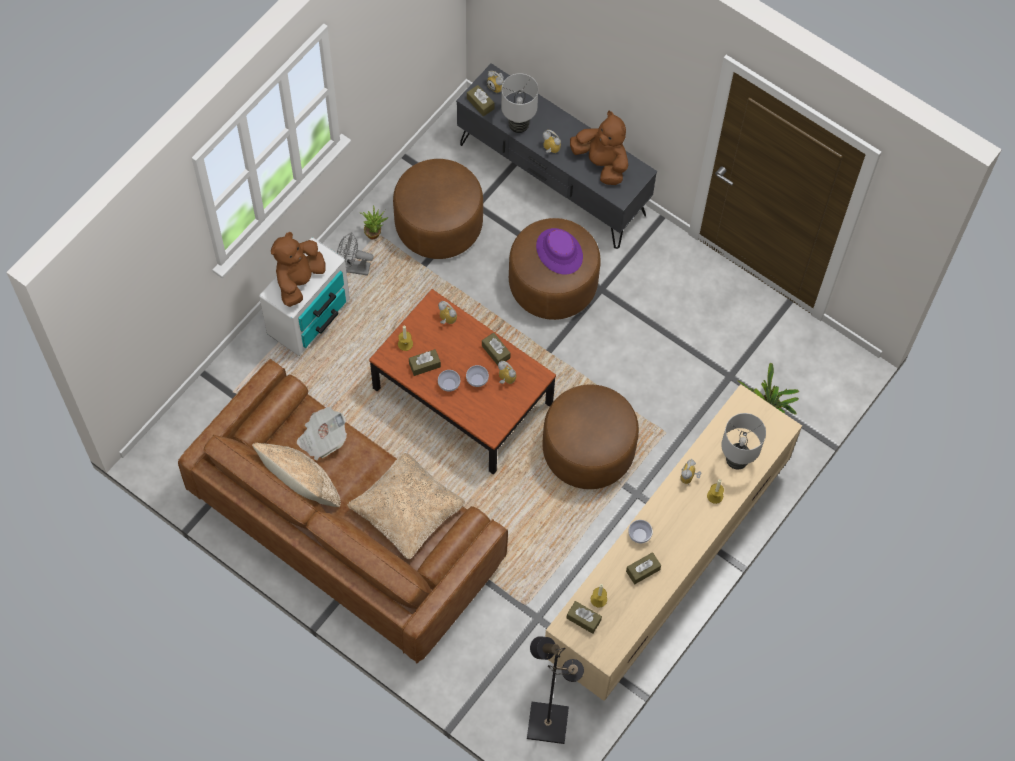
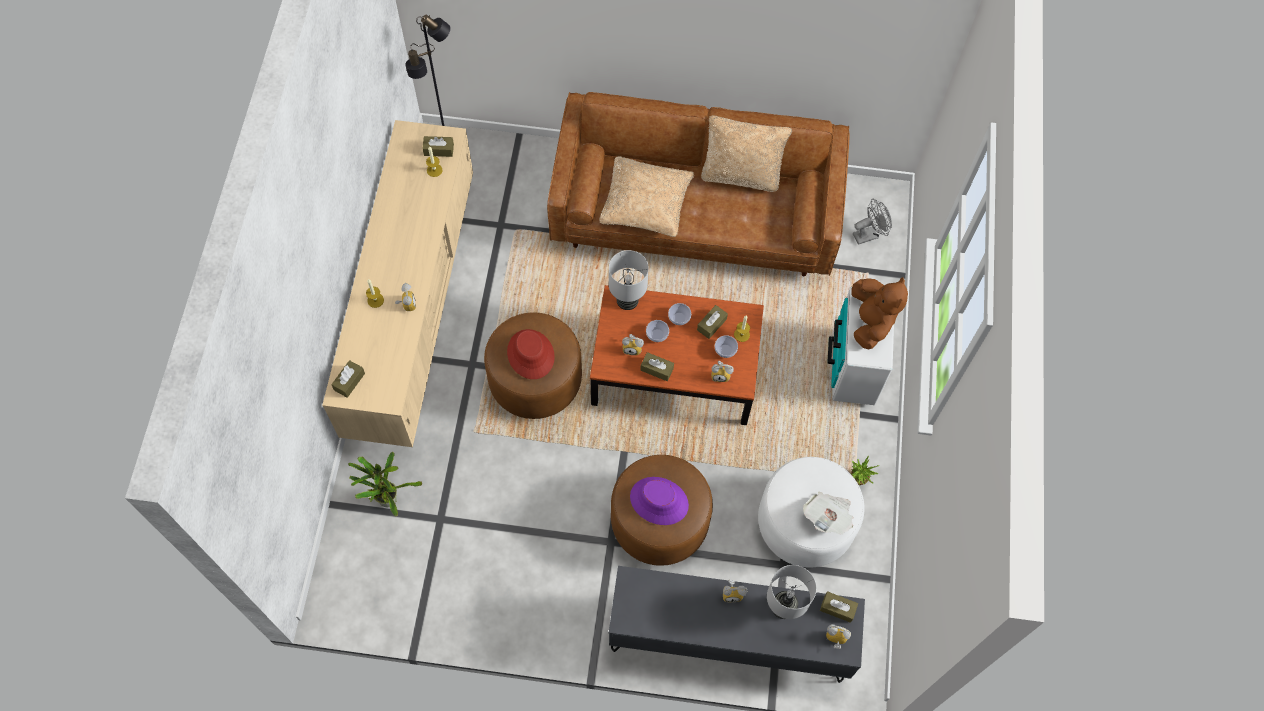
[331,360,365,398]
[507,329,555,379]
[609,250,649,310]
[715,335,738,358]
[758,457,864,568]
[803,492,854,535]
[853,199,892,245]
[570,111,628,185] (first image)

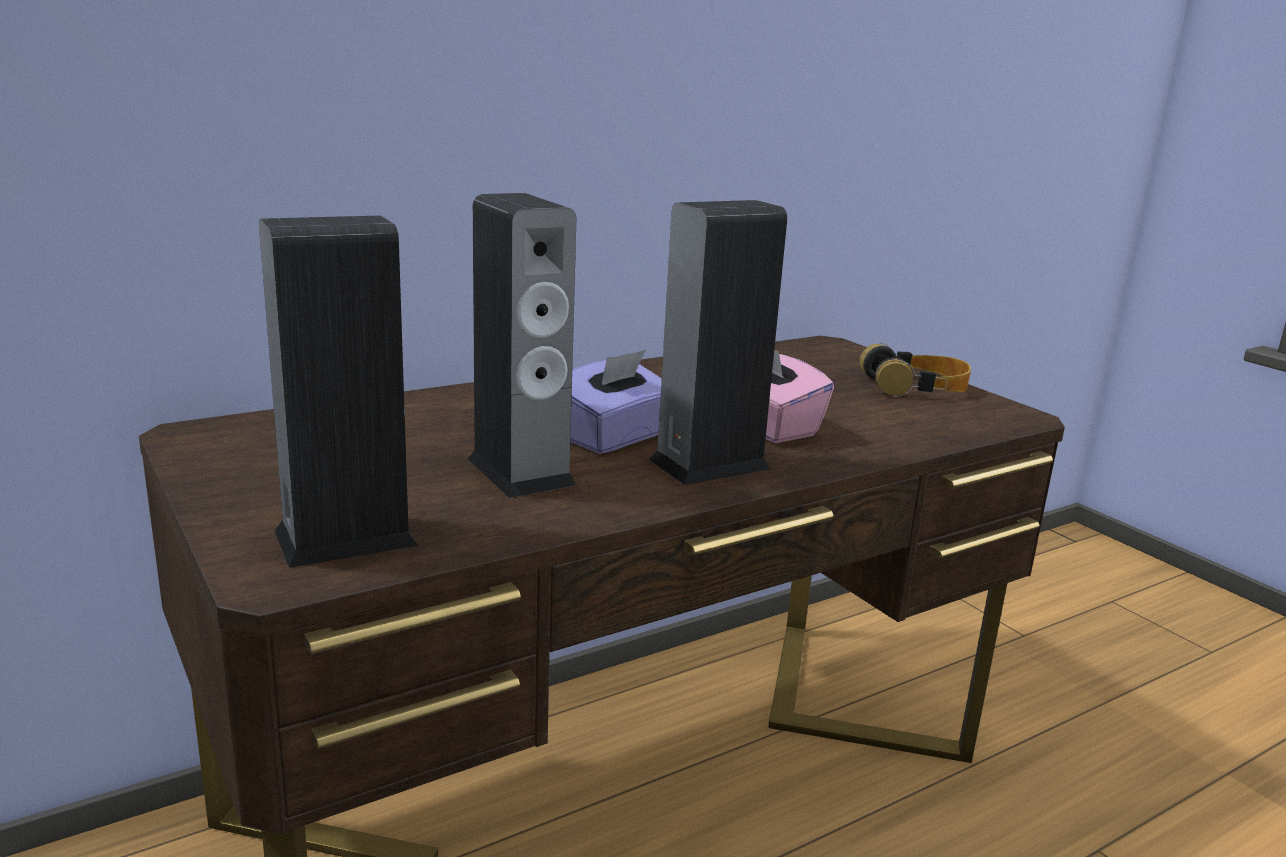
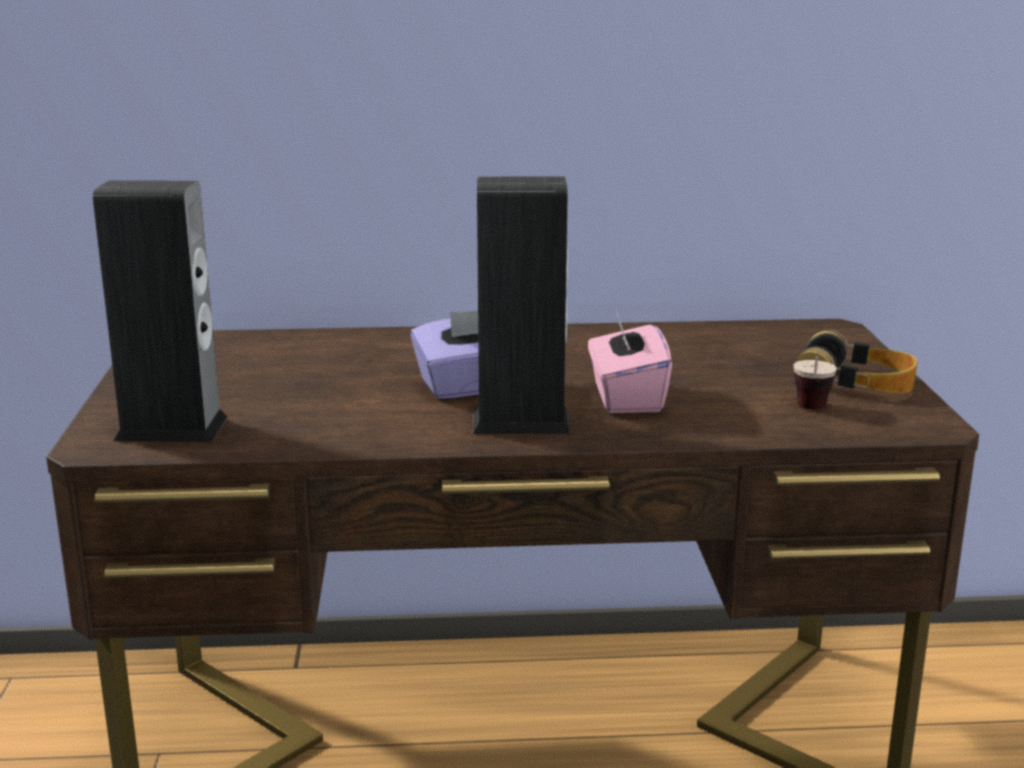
[794,356,837,410]
[468,193,576,498] (first image)

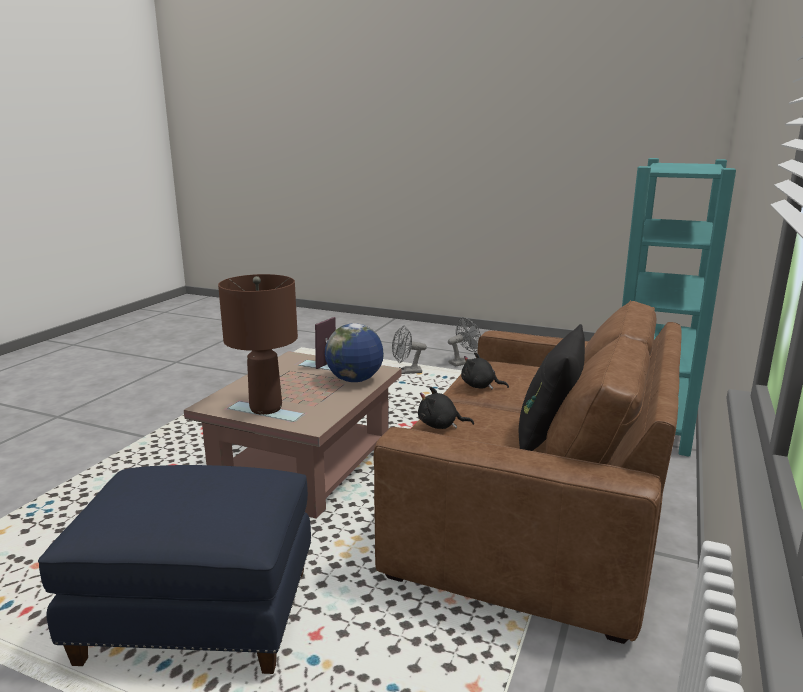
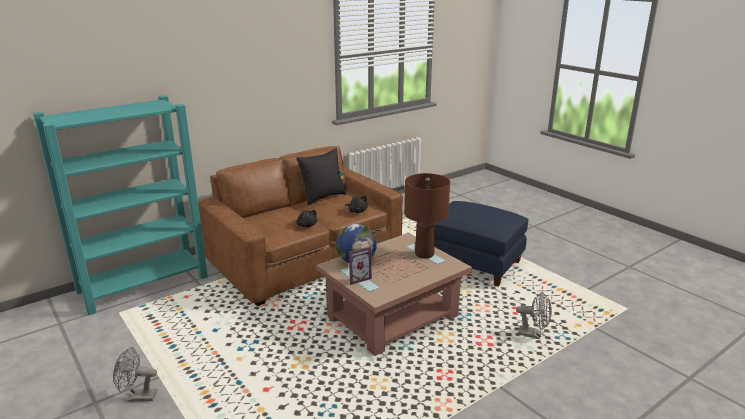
[516,292,552,339]

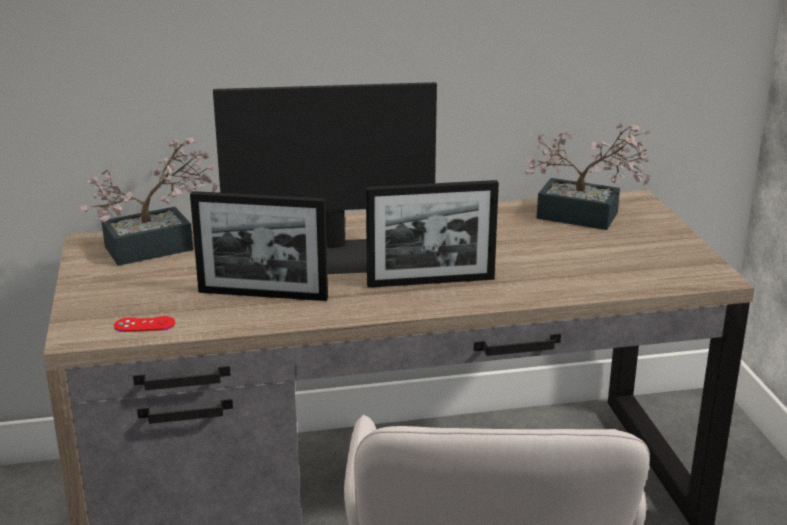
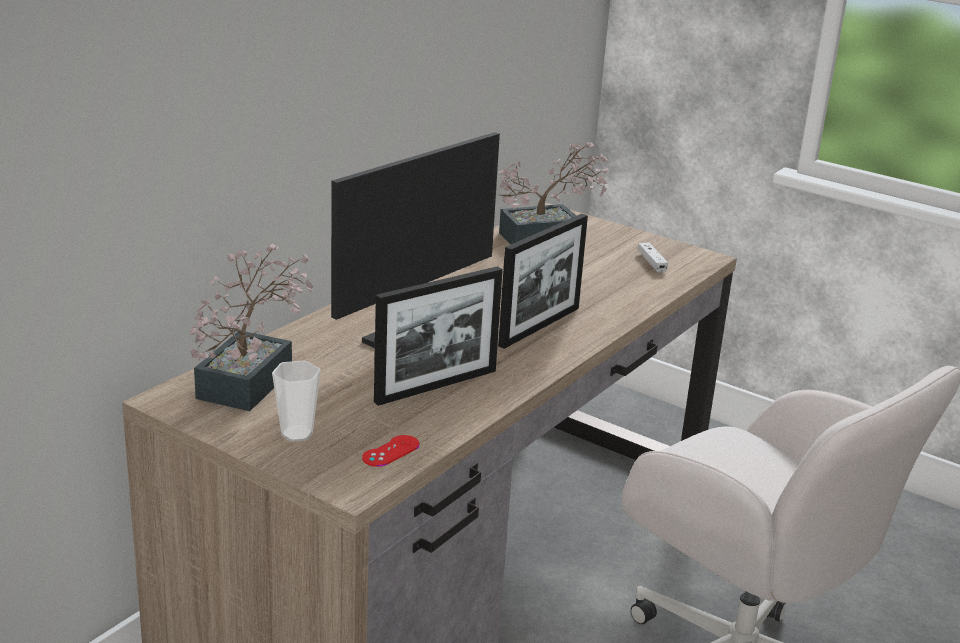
[272,360,321,442]
[638,243,668,273]

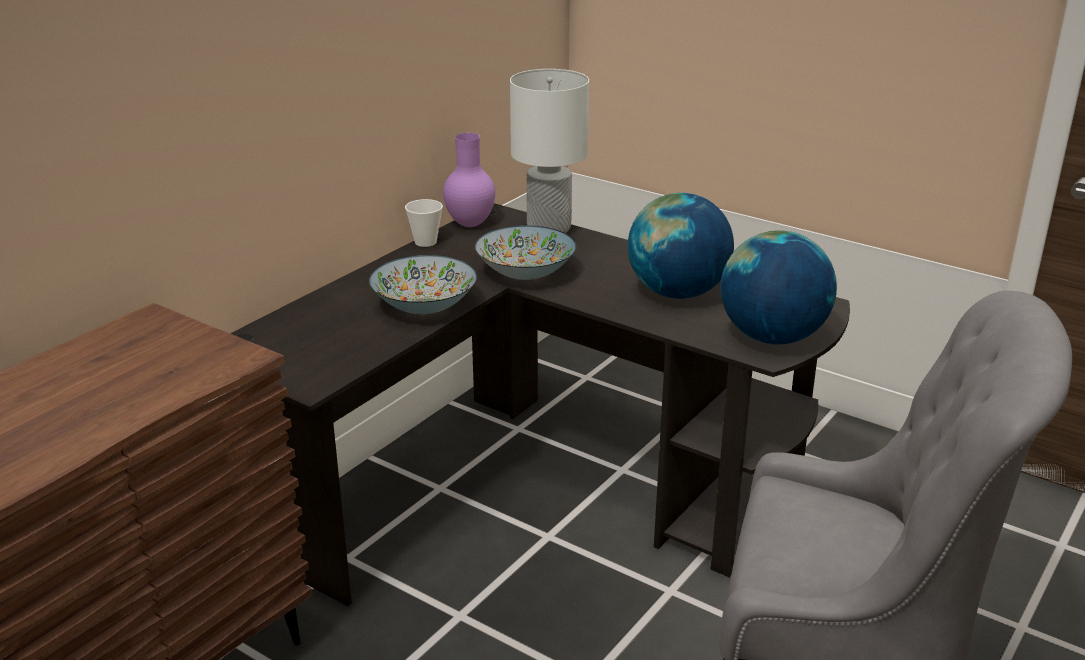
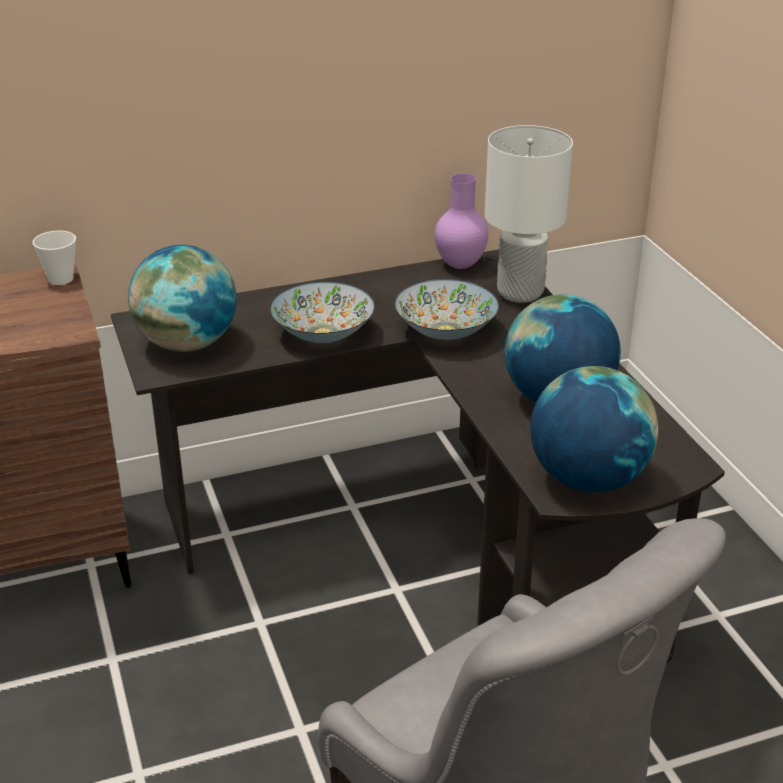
[32,230,76,285]
[128,245,237,352]

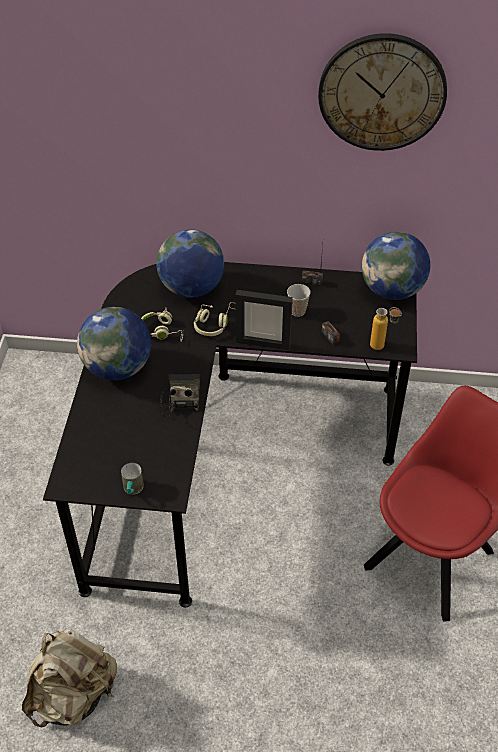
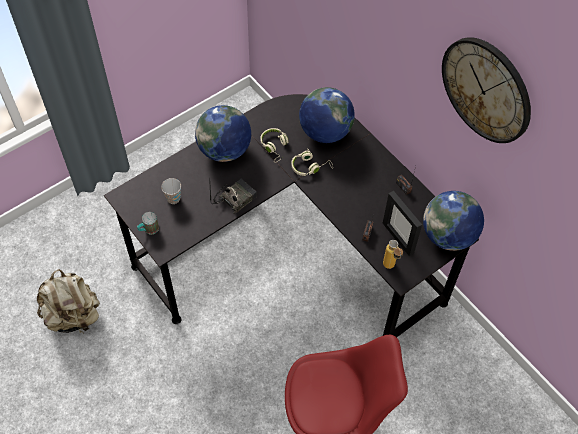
[161,178,181,204]
[383,191,422,256]

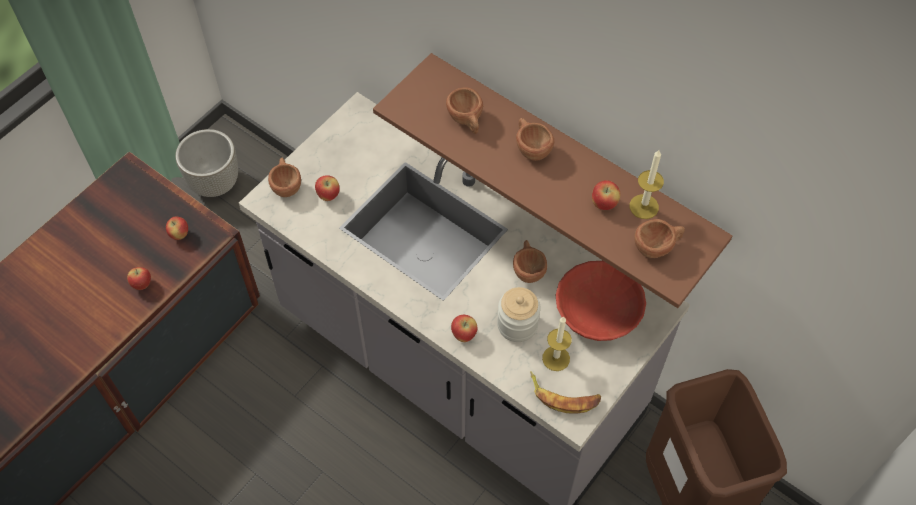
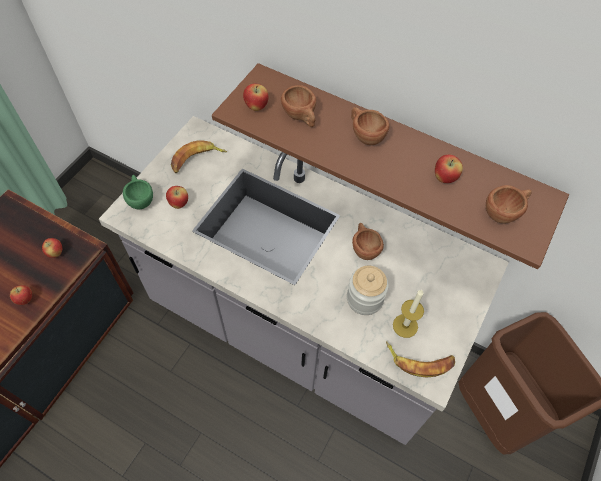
[123,175,153,210]
[171,141,227,173]
[243,84,269,111]
[175,129,238,197] (first image)
[556,261,646,341] (first image)
[630,150,664,219] (first image)

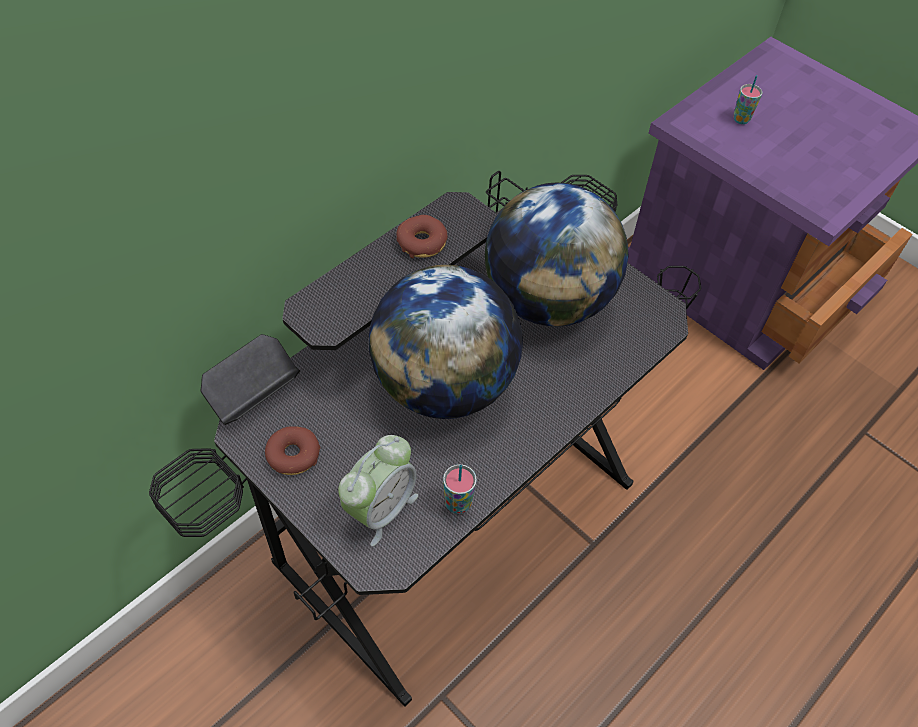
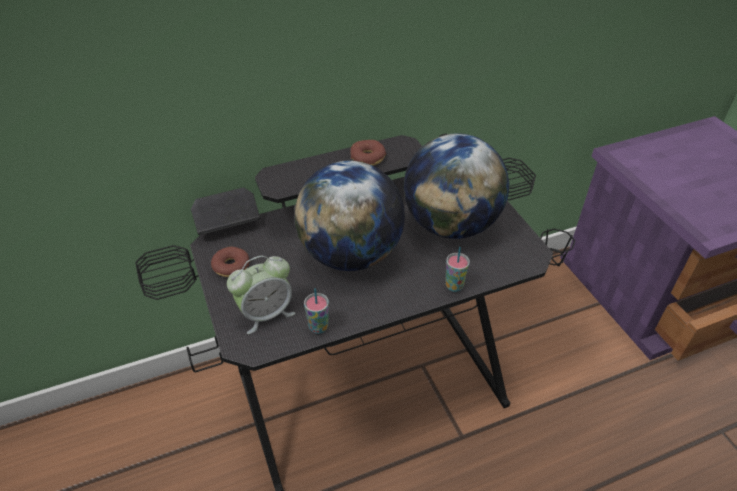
[445,247,470,292]

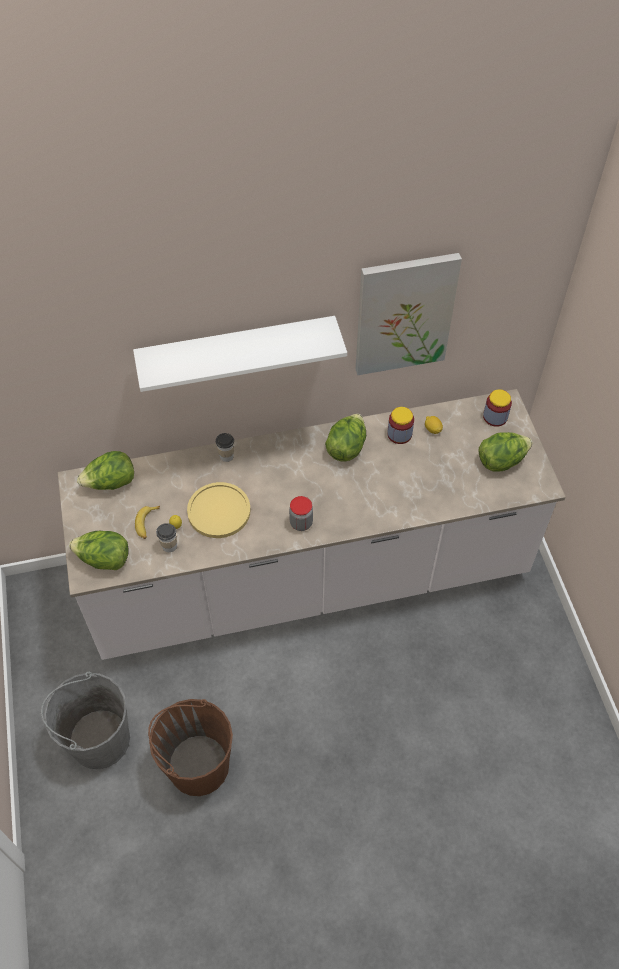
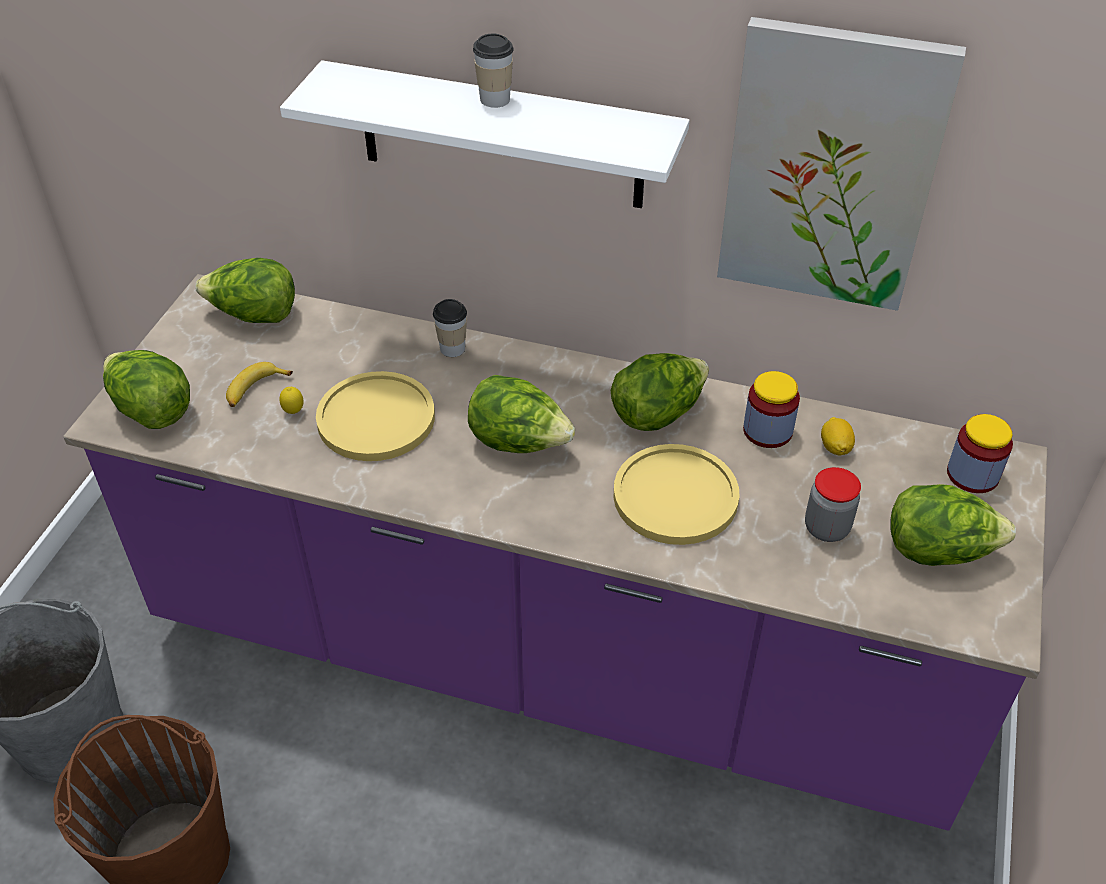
[63,274,1047,831]
[468,375,575,453]
[473,34,513,108]
[614,444,740,545]
[805,467,861,542]

